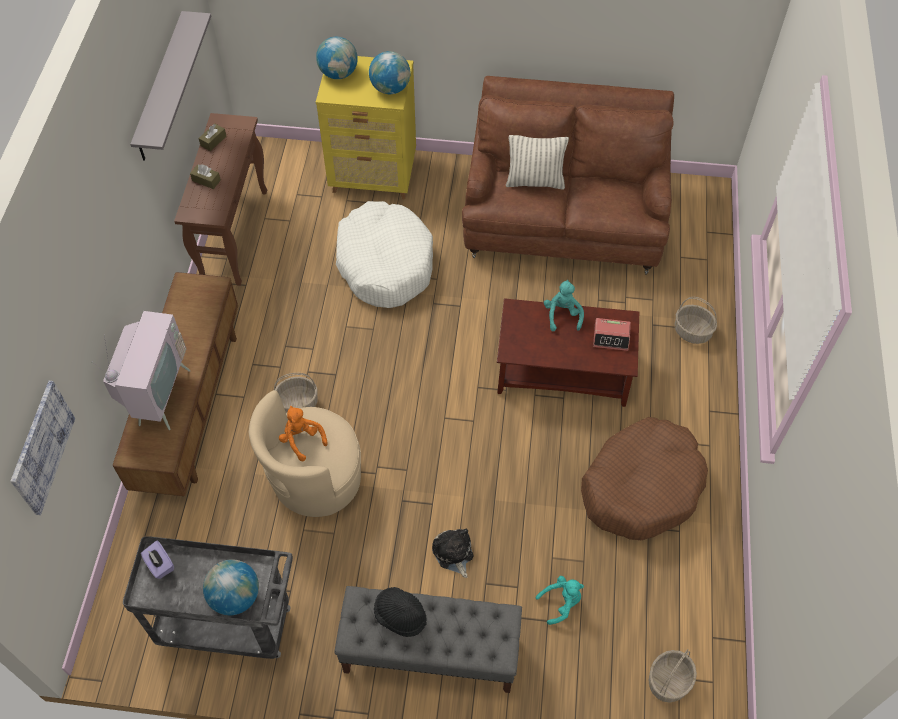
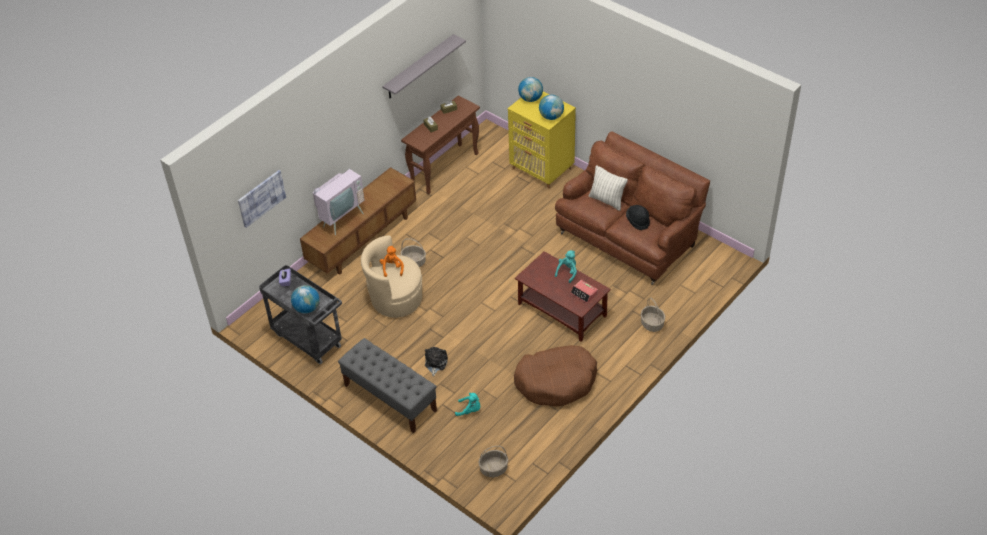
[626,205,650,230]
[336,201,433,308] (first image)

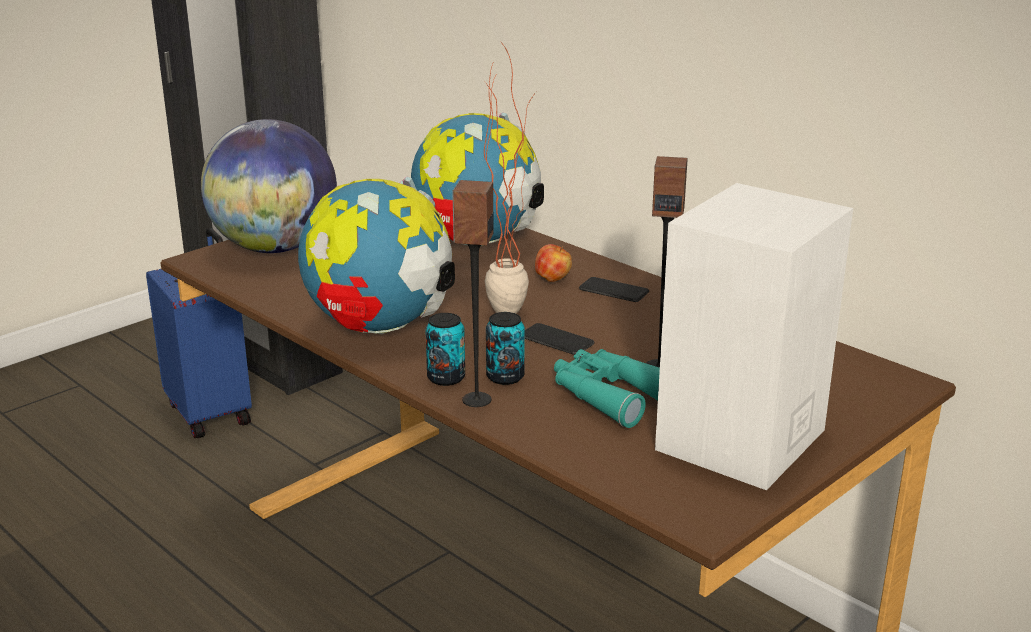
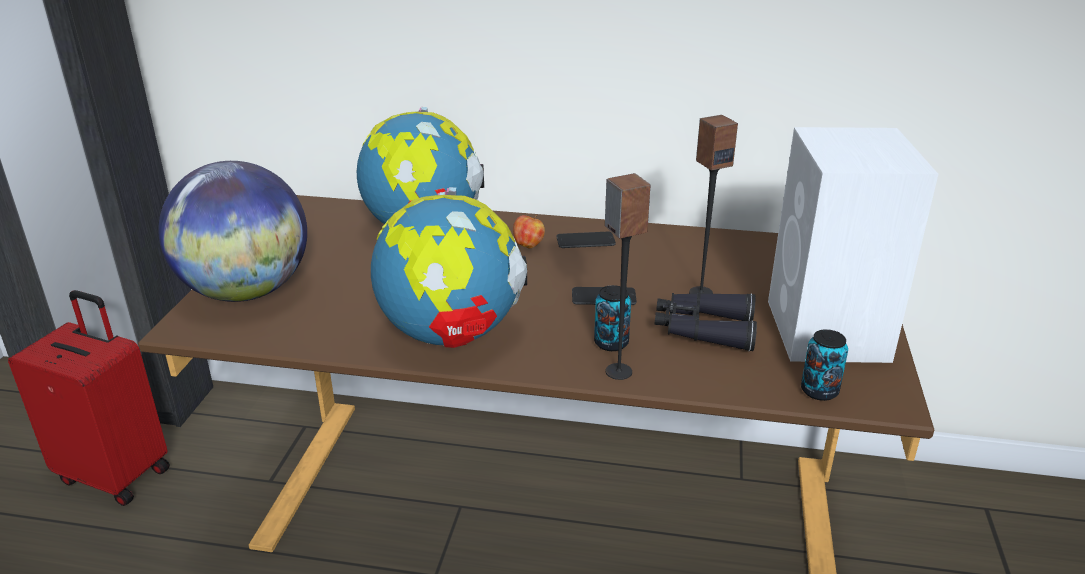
[8,290,170,506]
[654,293,757,351]
[801,329,848,401]
[484,45,536,314] (first image)

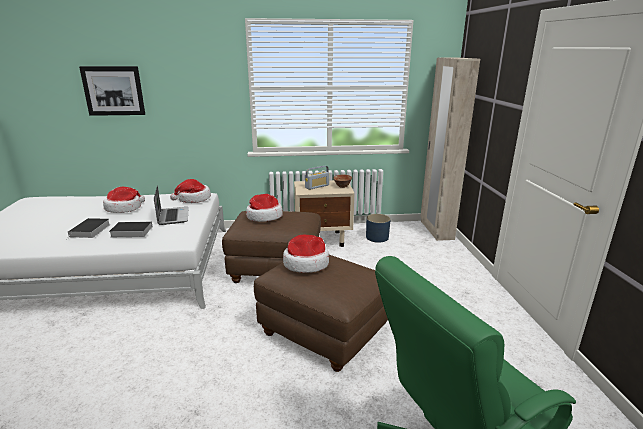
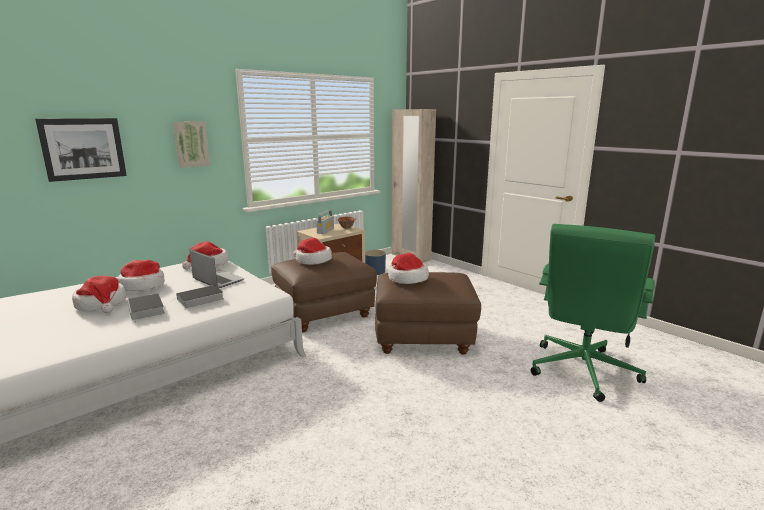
[72,276,126,313]
[173,121,210,168]

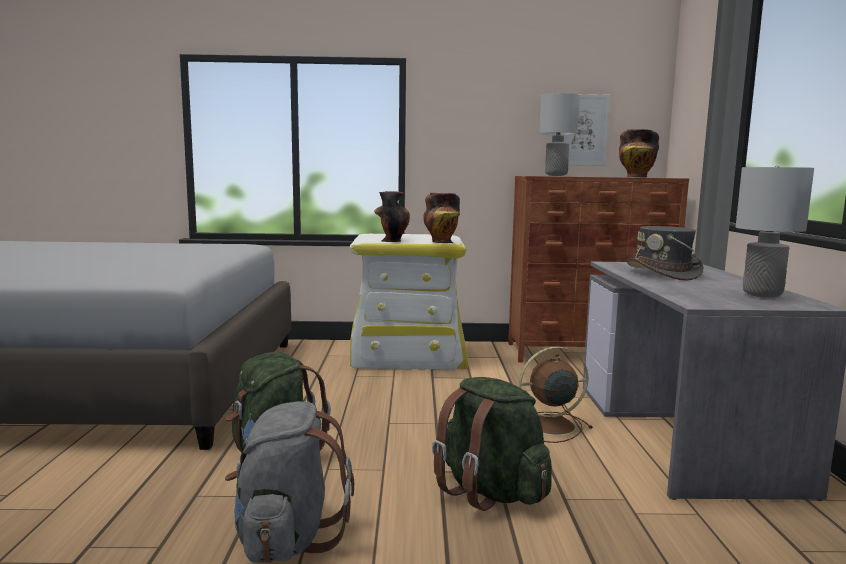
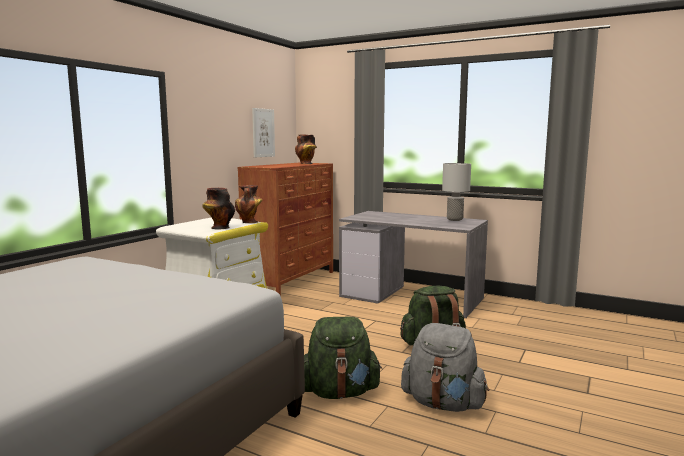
[519,346,593,443] (first image)
[539,93,580,176] (first image)
[627,226,703,281] (first image)

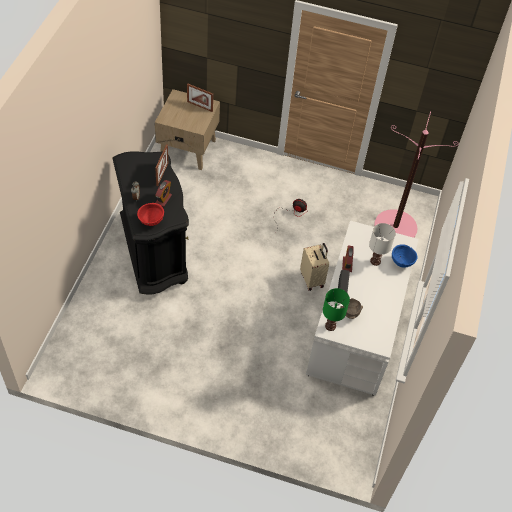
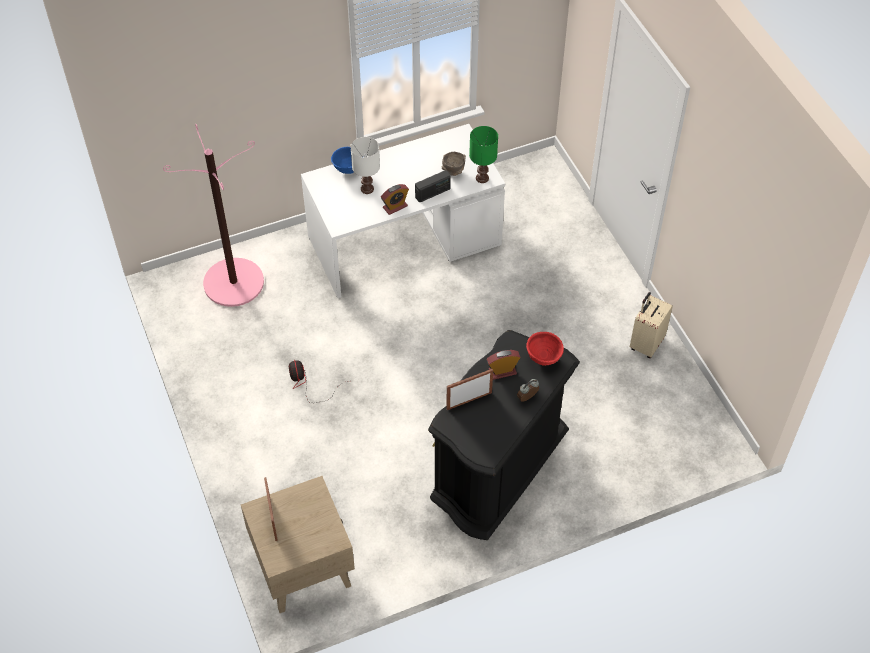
[630,292,673,358]

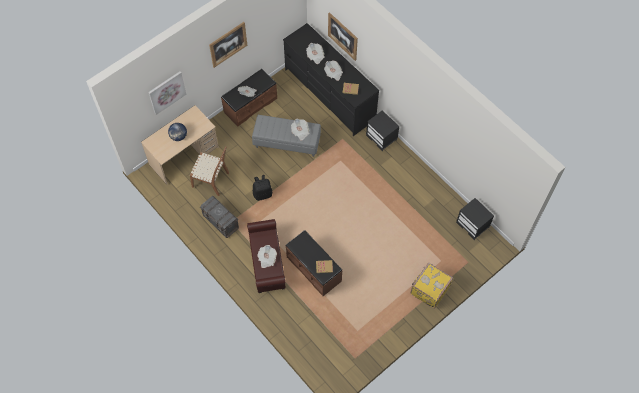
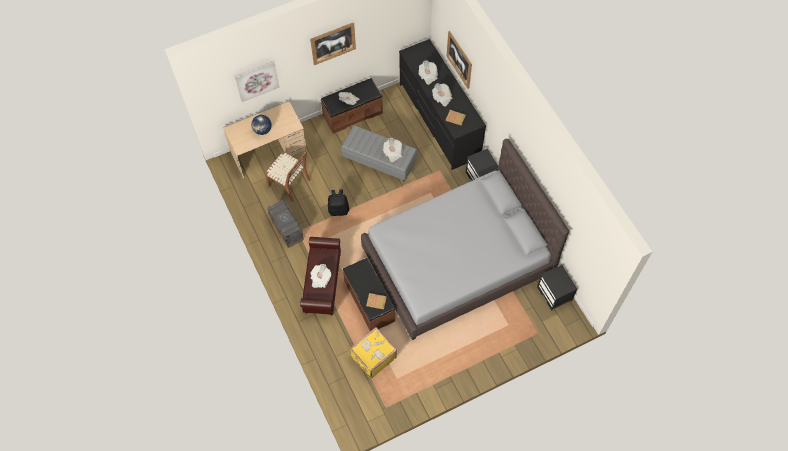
[350,327,397,379]
[361,139,569,340]

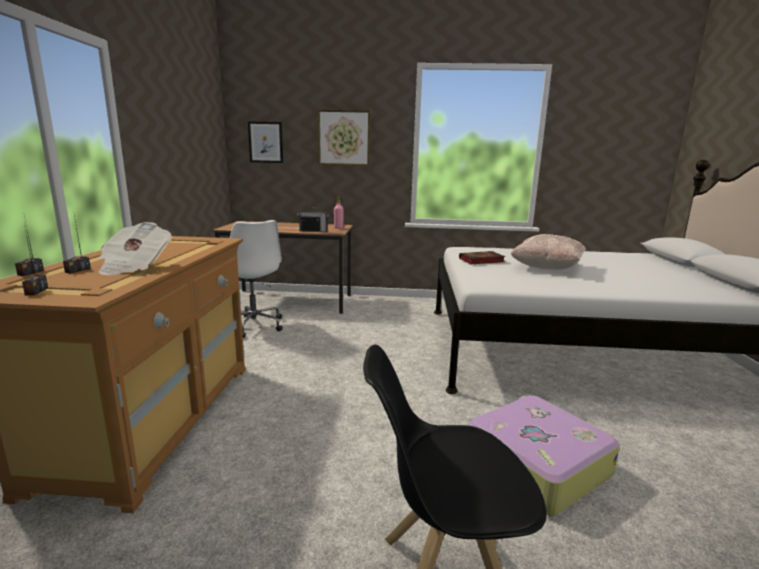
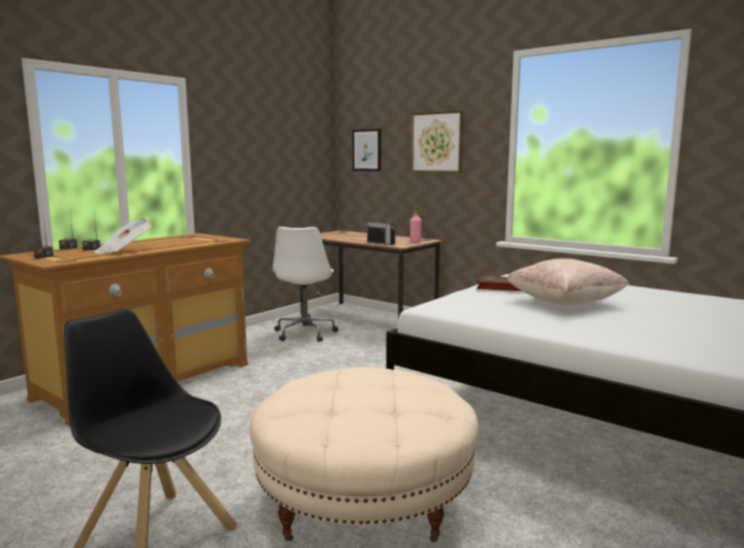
[250,367,478,542]

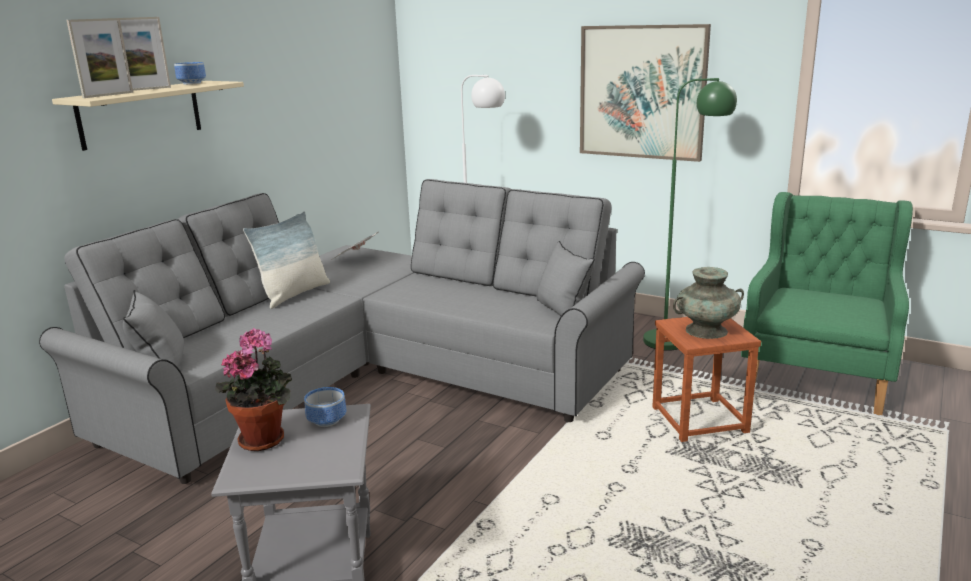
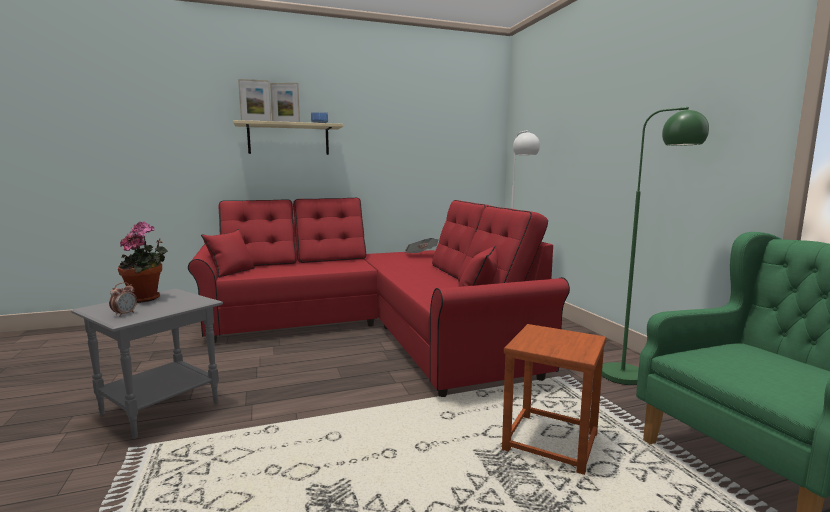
[109,282,137,317]
[188,198,570,397]
[243,211,330,309] (first image)
[304,387,346,427] (first image)
[580,24,711,162] (first image)
[673,267,744,339] (first image)

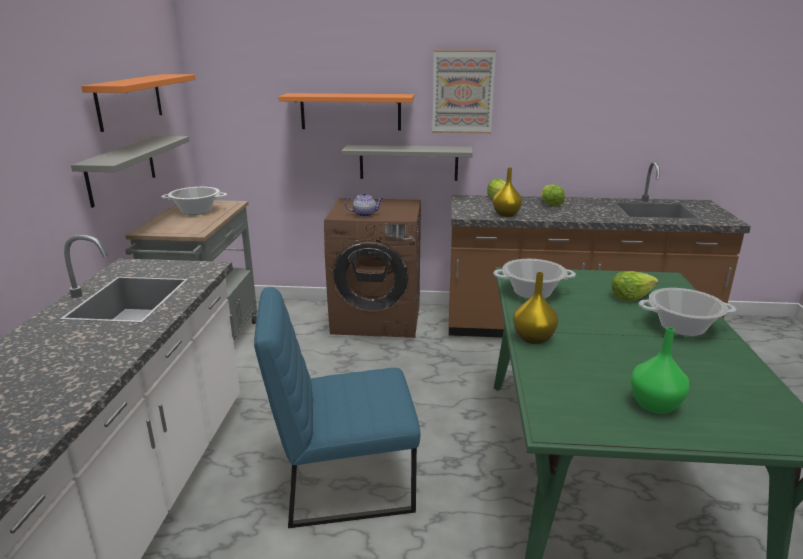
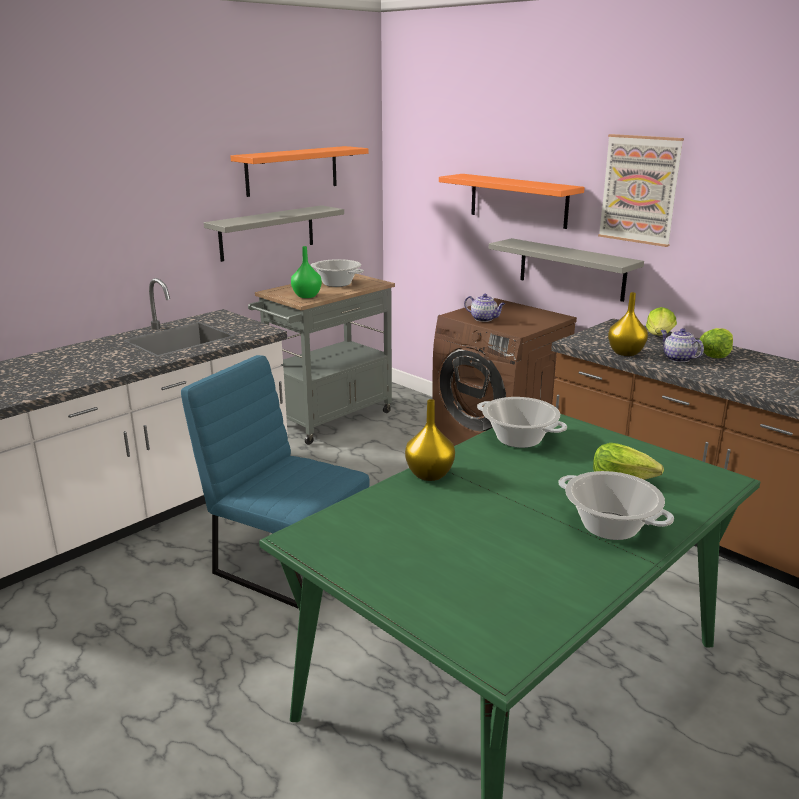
[291,246,322,298]
[660,328,704,362]

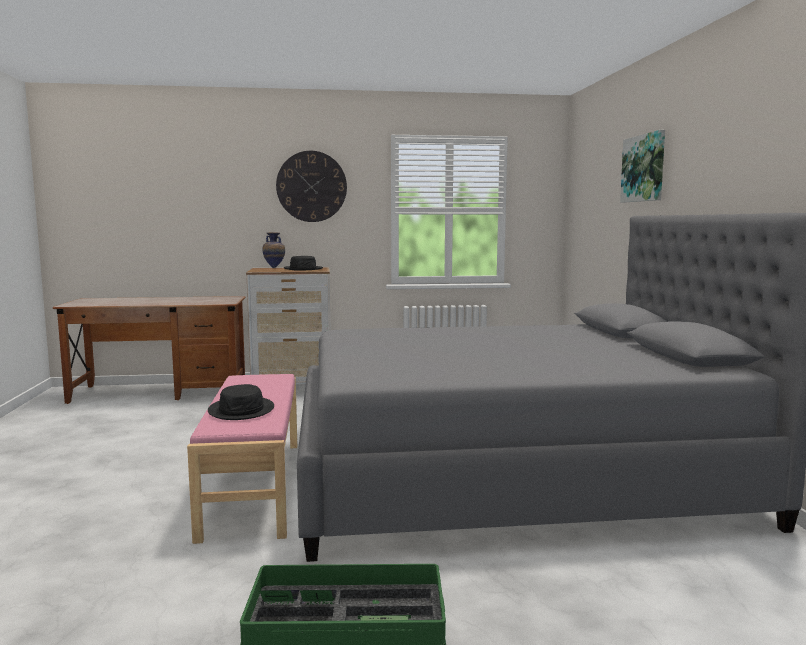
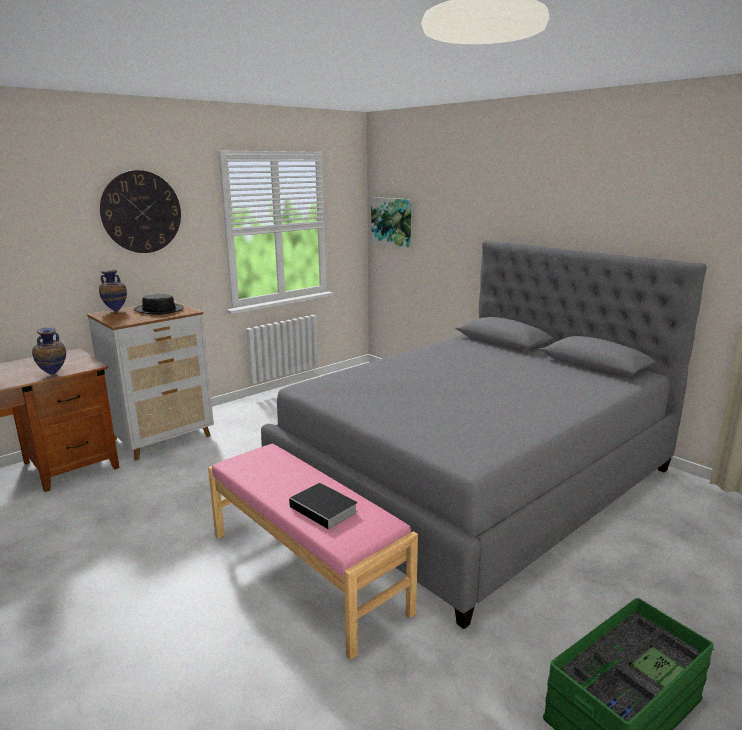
[32,328,66,375]
[289,483,358,533]
[371,197,411,248]

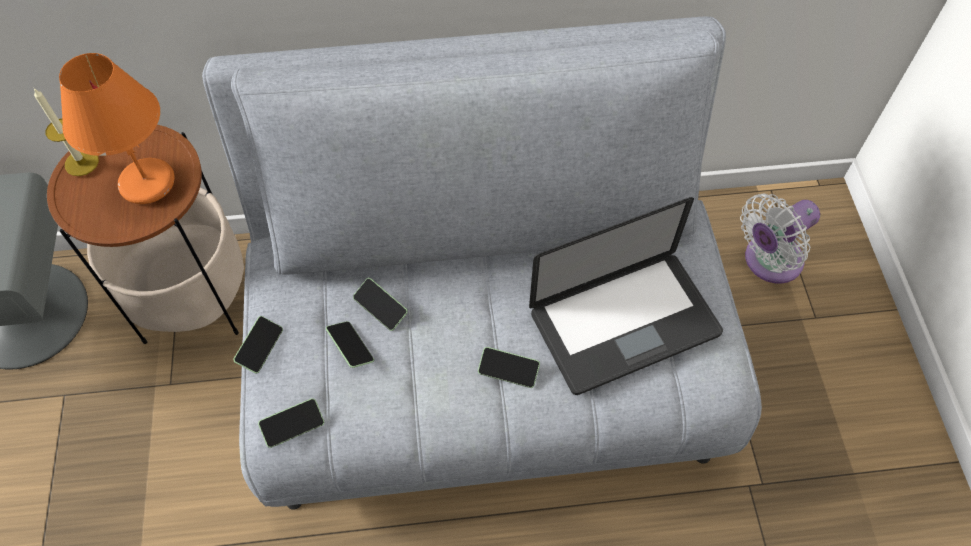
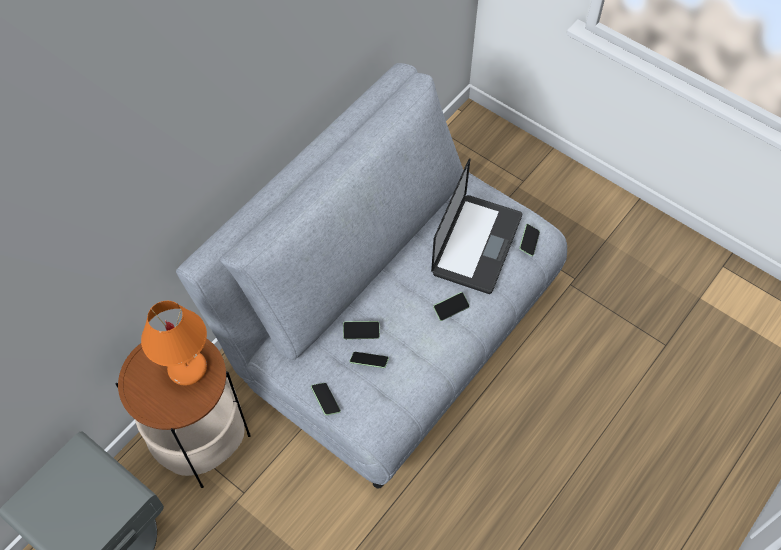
[519,224,540,256]
[34,88,99,176] (first image)
[740,193,820,284] (first image)

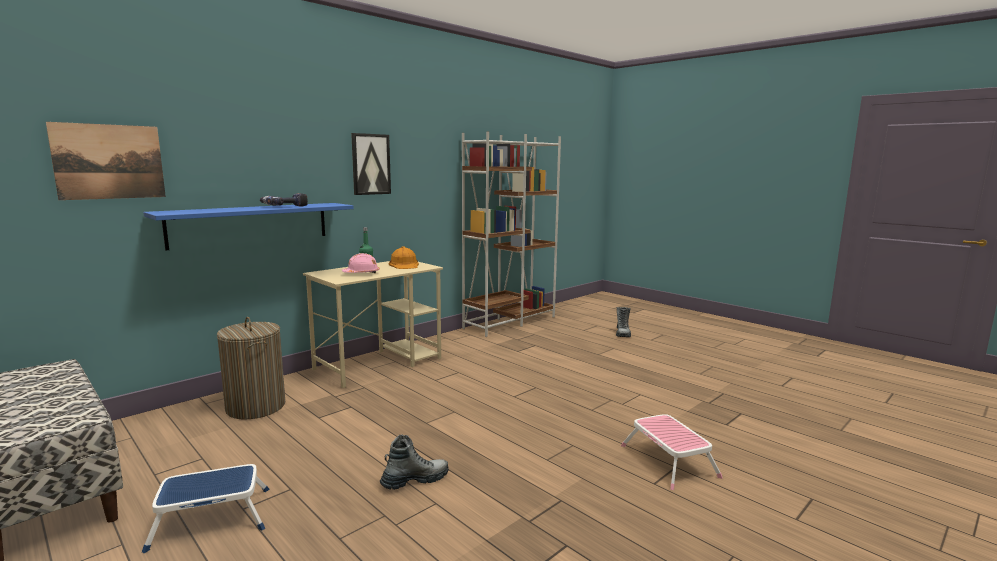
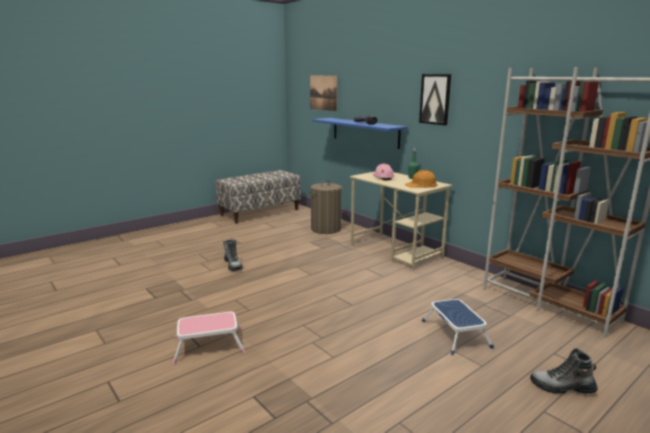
[422,299,494,355]

